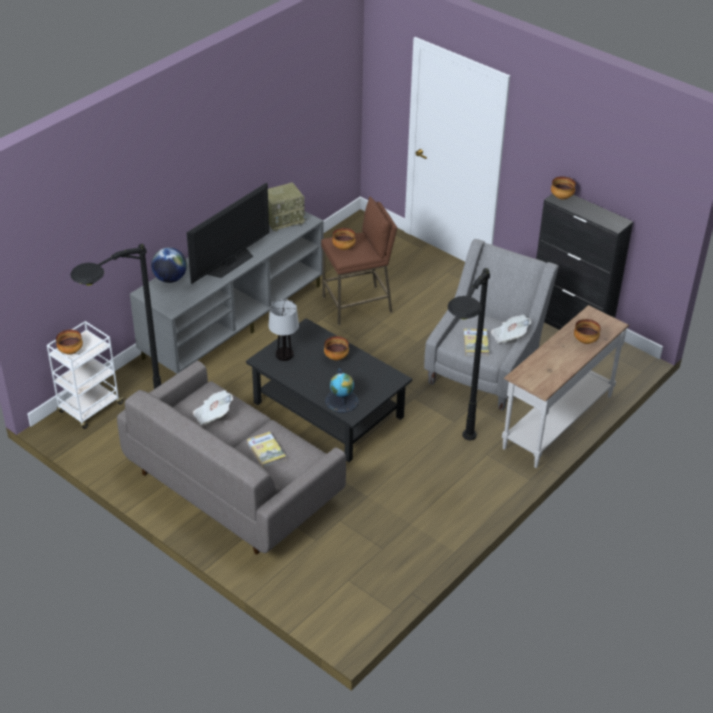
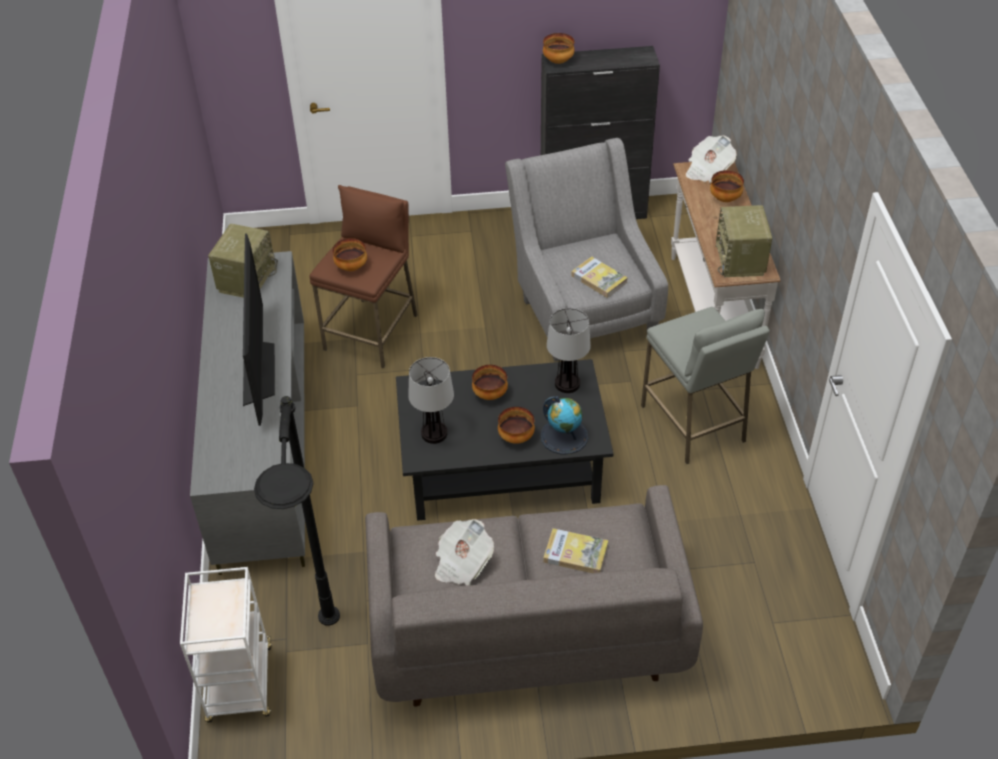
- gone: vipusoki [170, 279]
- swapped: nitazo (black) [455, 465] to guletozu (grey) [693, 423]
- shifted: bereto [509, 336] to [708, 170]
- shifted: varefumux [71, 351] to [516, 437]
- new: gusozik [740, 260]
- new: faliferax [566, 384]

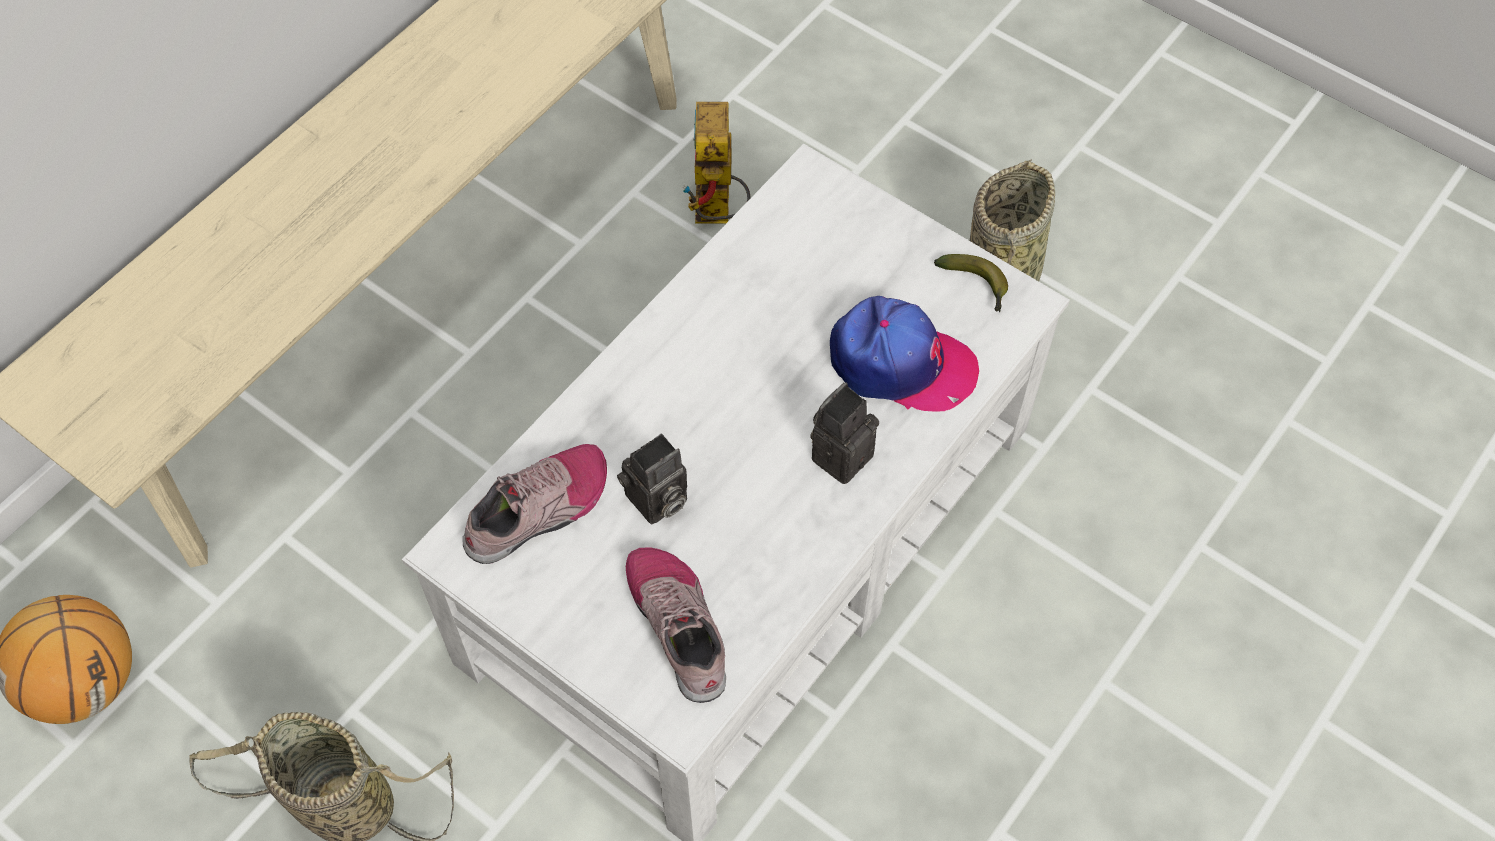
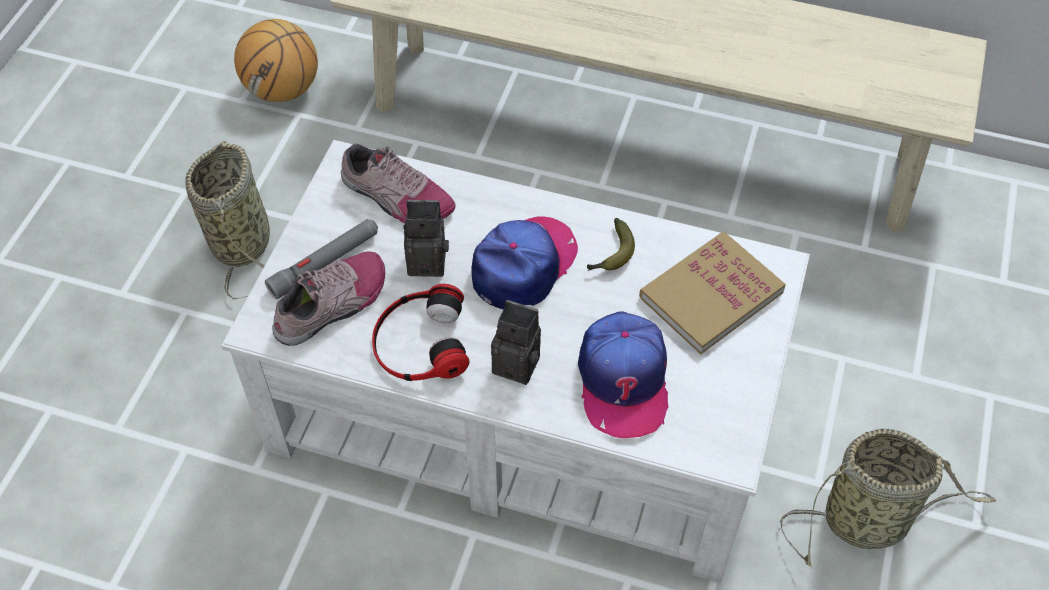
- gone: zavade [718, 214]
- shifted: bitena [976, 286] to [611, 254]
- rotated: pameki [656, 502] = [429, 260] 150 degrees clockwise
- new: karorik [524, 265]
- new: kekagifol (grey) [325, 263]
- new: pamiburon [711, 295]
- new: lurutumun [420, 342]

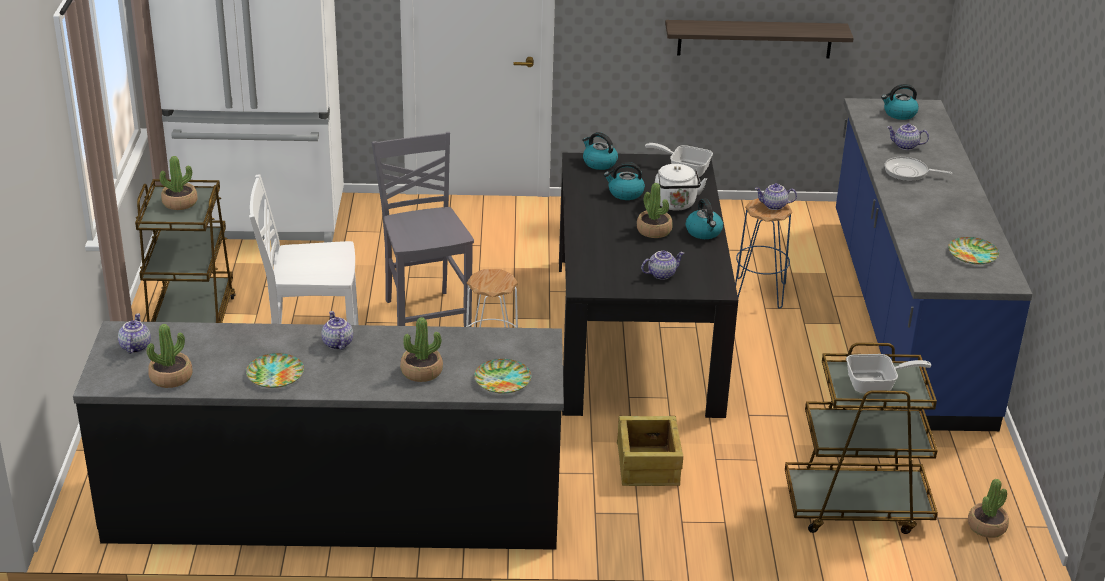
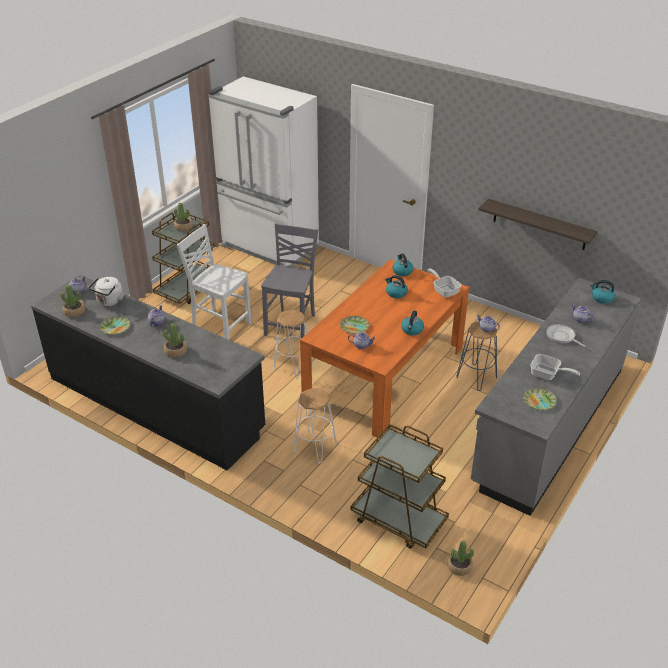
- repainted: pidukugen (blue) [906, 316] to pidukugen (grey) [549, 424]
- repainted: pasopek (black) [636, 333] to pasopek (orange) [385, 374]
- shifted: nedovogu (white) [676, 204] to [109, 302]
- gone: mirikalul [654, 230]
- shifted: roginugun [876, 385] to [548, 375]
- shifted: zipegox [502, 380] to [354, 326]
- swapped: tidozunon [647, 465] to guletozu (white) [314, 447]

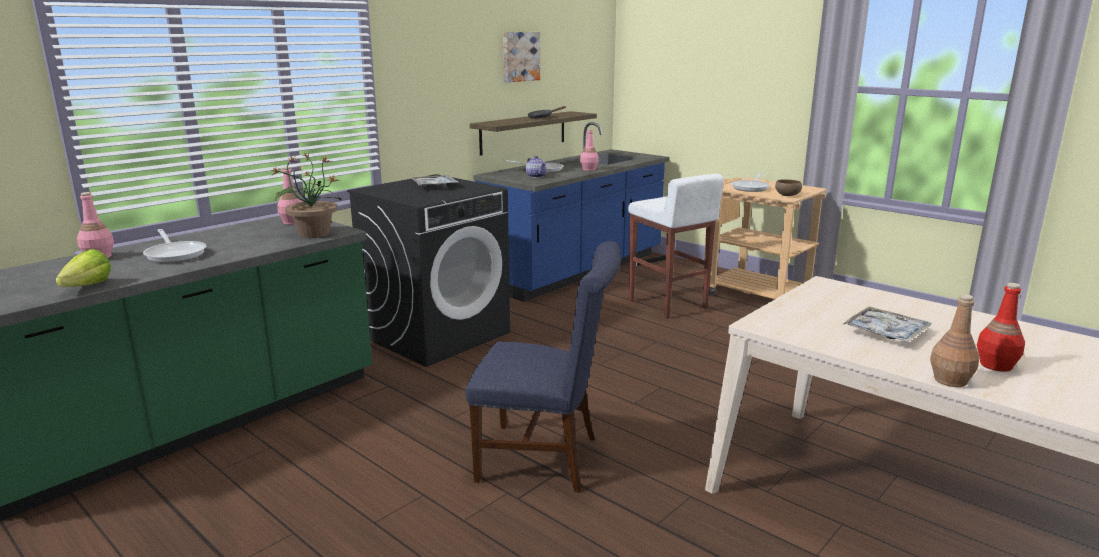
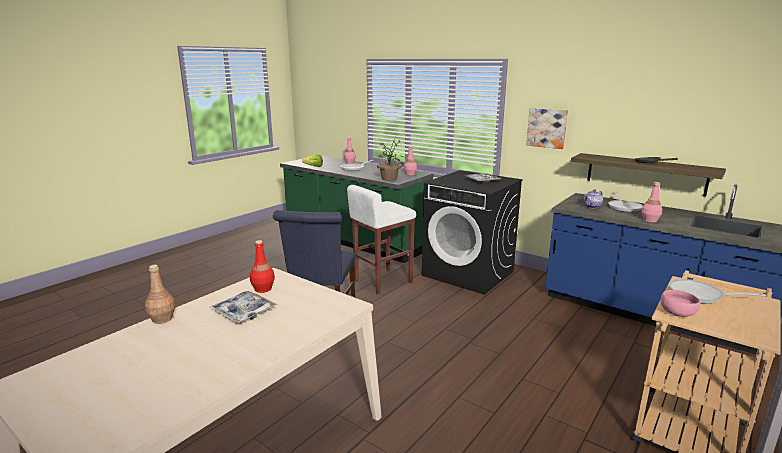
- shifted: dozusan [520, 56] to [547, 128]
- shifted: guletozu (white) [667, 305] to [382, 281]
- repainted: varefumux (brown) [787, 195] to varefumux (pink) [677, 313]
- shifted: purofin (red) [996, 365] to [263, 289]

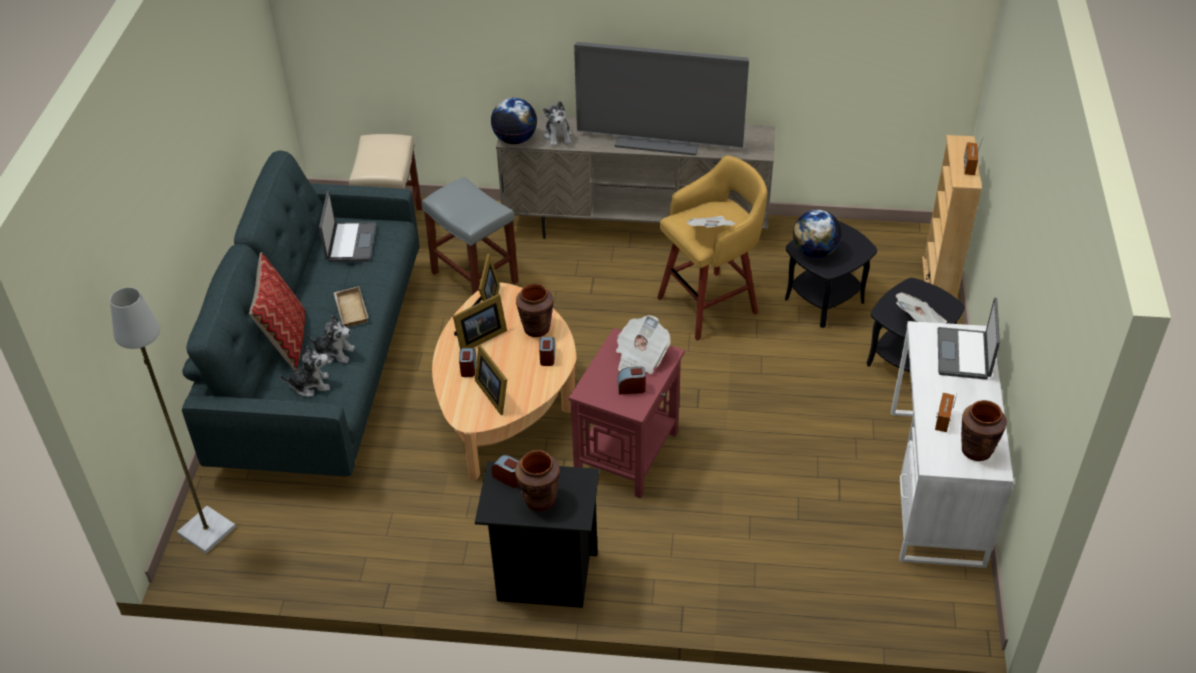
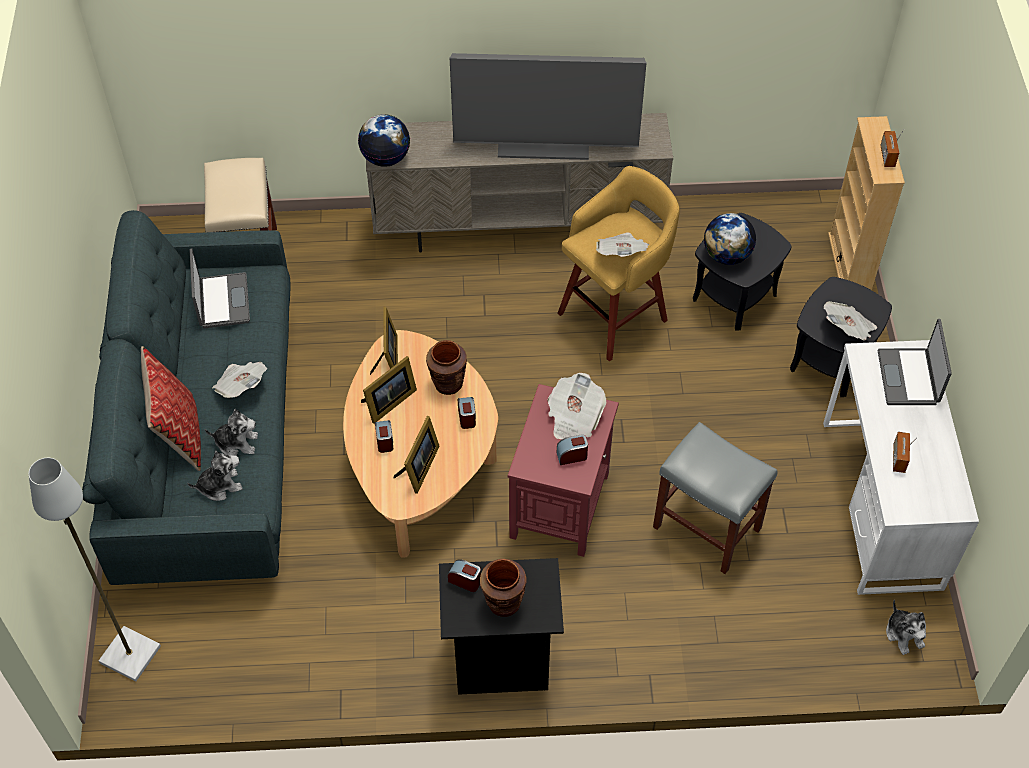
- shifted: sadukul [558, 136] to [904, 634]
- shifted: guletozu (grey) [473, 277] to [705, 527]
- swapped: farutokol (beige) [350, 310] to bereto [241, 386]
- rotated: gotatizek [494, 393] = [419, 468] 120 degrees counterclockwise
- gone: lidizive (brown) [976, 450]

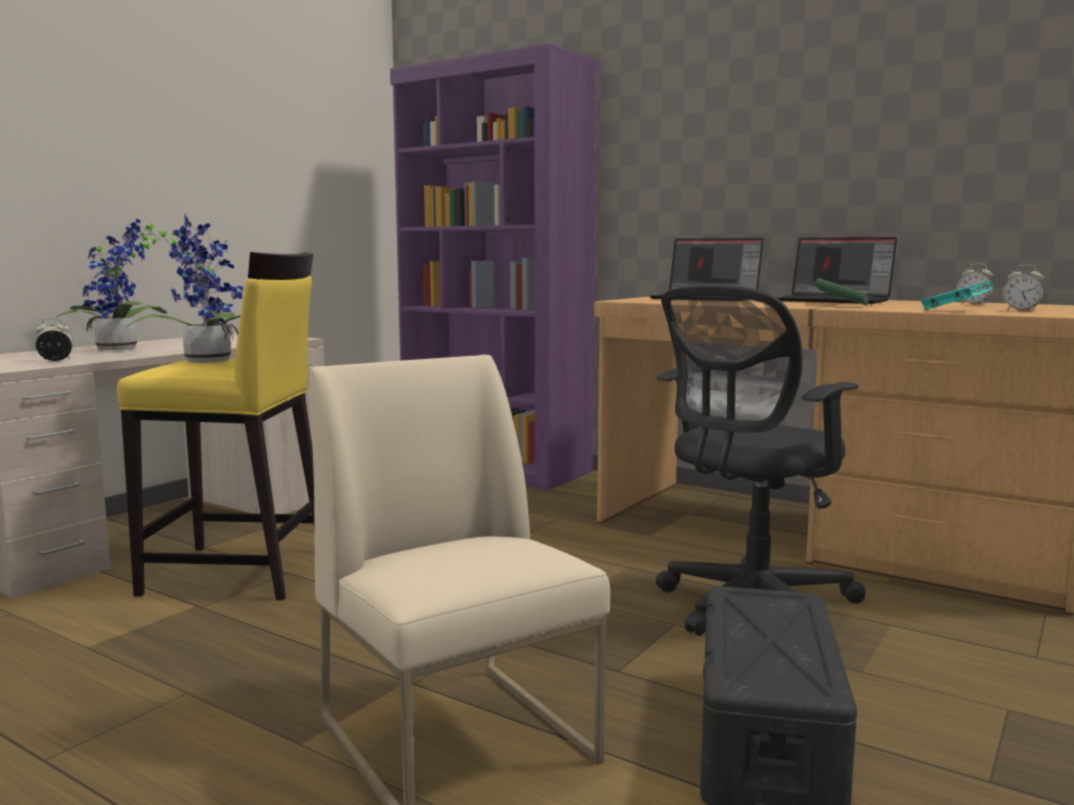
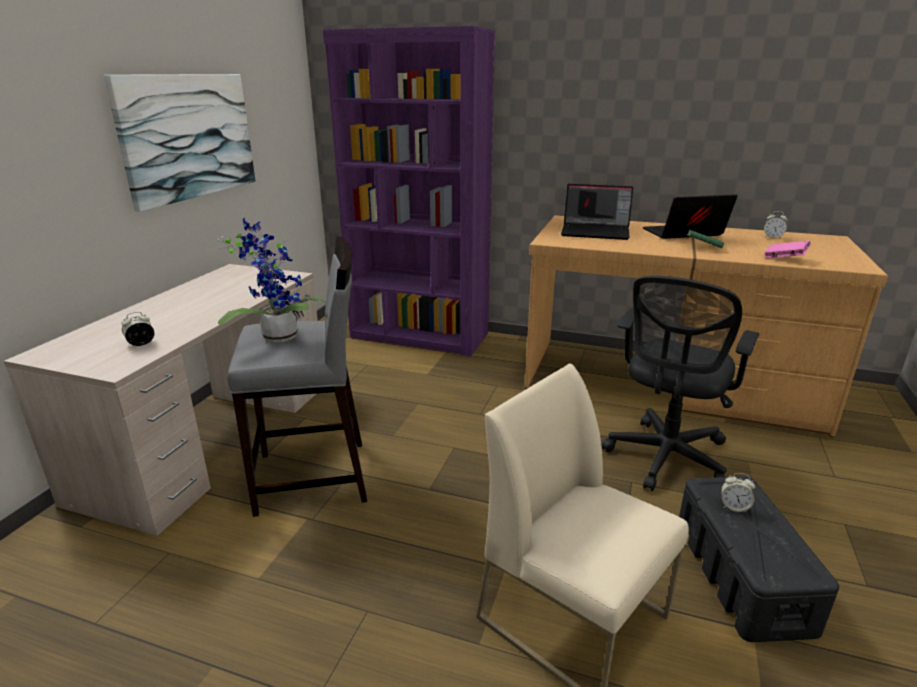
- gone: mirikalul [121, 349]
- rotated: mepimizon [835, 301] = [683, 234] 150 degrees clockwise
- repainted: guletozu (yellow) [239, 572] to guletozu (grey) [314, 477]
- shifted: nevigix [1021, 310] to [734, 507]
- repainted: pamiburon (turquoise) [955, 310] to pamiburon (pink) [784, 259]
- new: dozusan [188, 136]

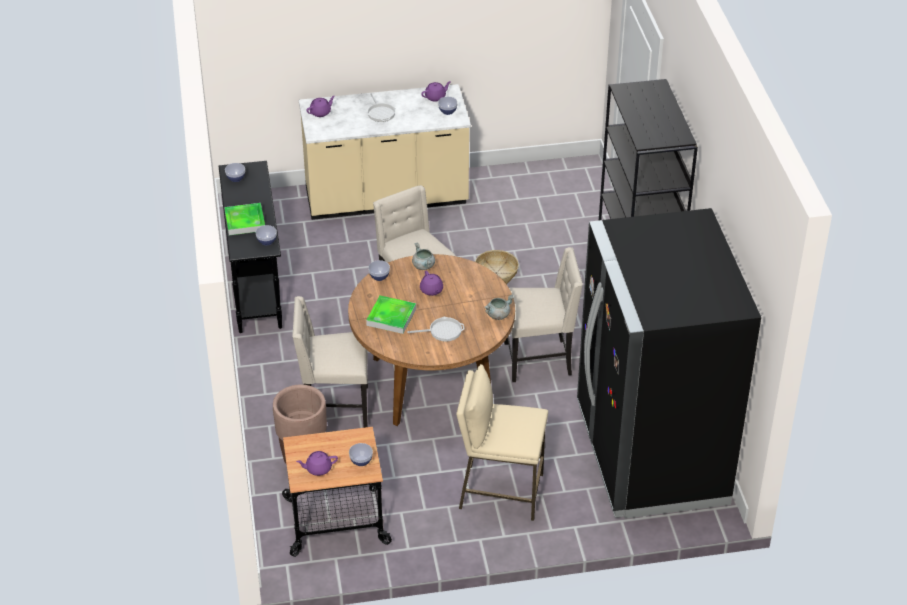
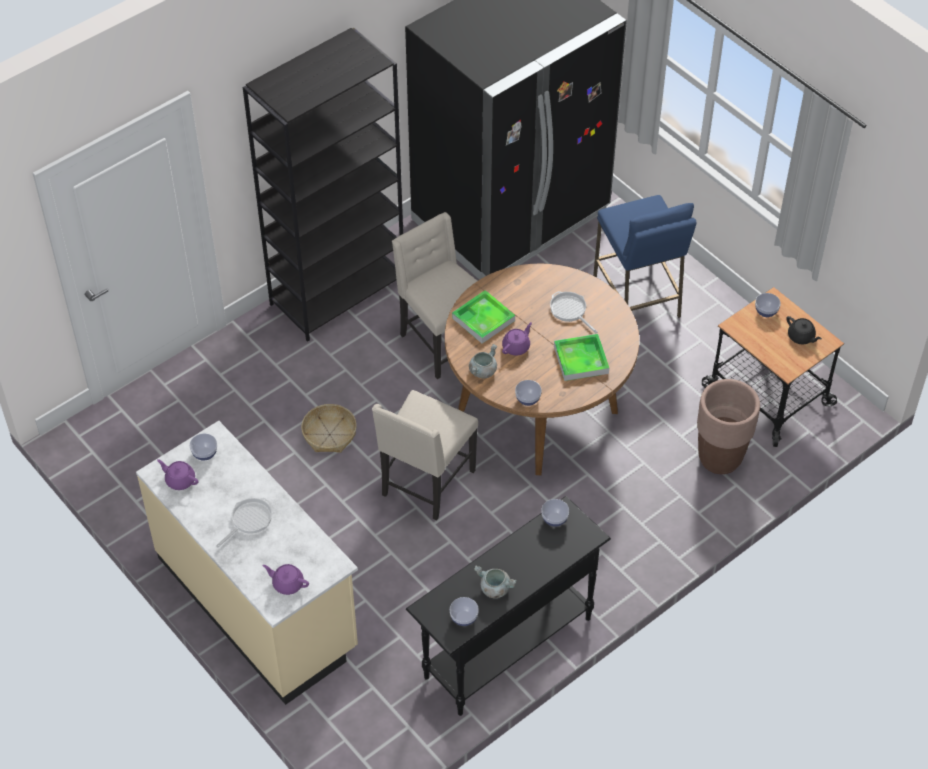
- shifted: farutokol [245, 221] to [483, 319]
- shifted: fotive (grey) [498, 314] to [494, 588]
- gone: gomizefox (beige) [334, 408]
- repainted: guletozu (beige) [500, 492] to guletozu (blue) [637, 297]
- repainted: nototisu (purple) [318, 469] to nototisu (black) [801, 337]

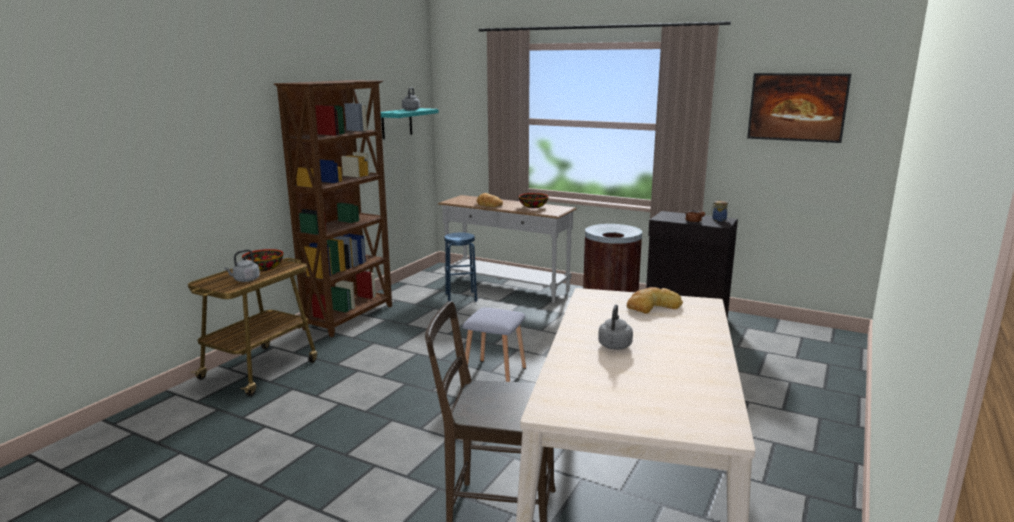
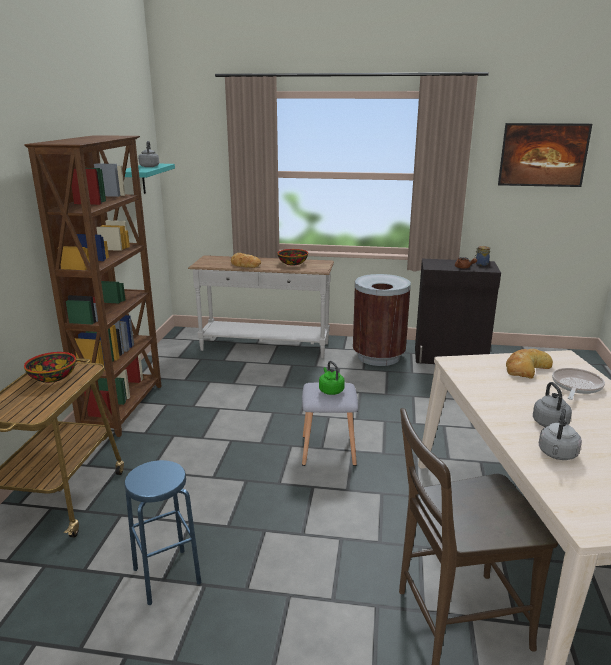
- shifted: guletozu (blue) [461, 297] to [166, 576]
- shifted: nedovogu (grey) [245, 280] to [557, 454]
- new: nedovogu (green) [330, 390]
- new: roginugun [575, 386]

